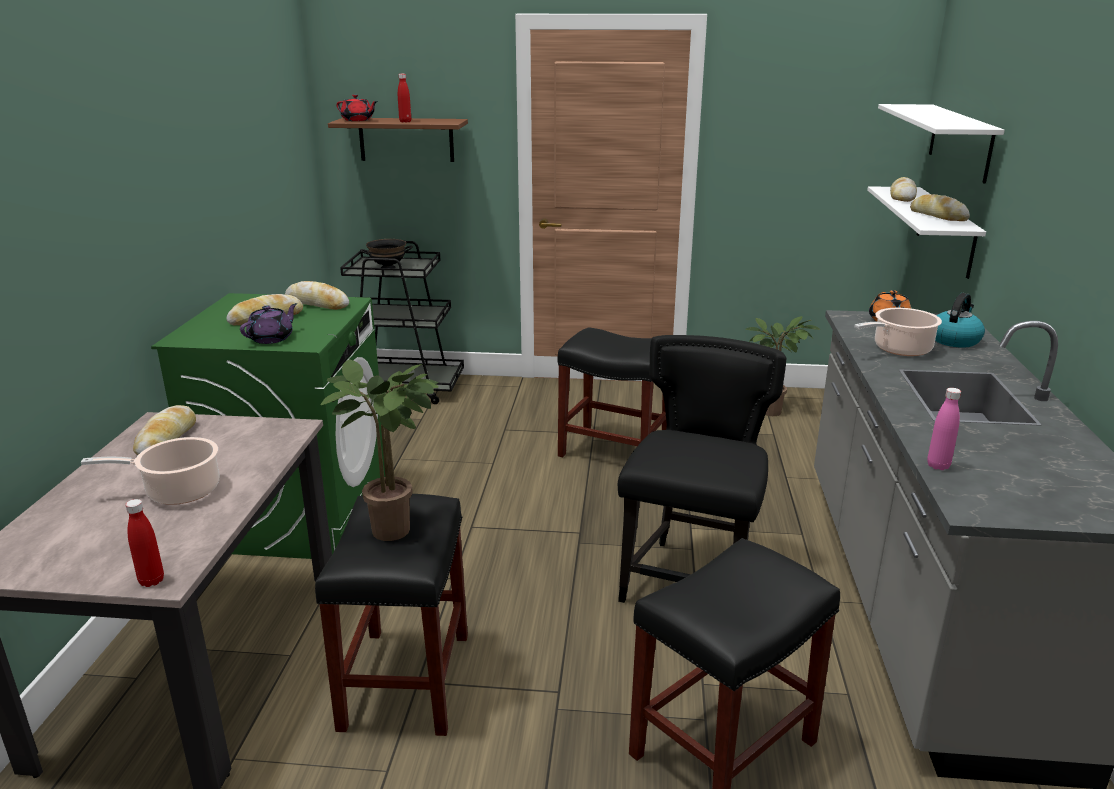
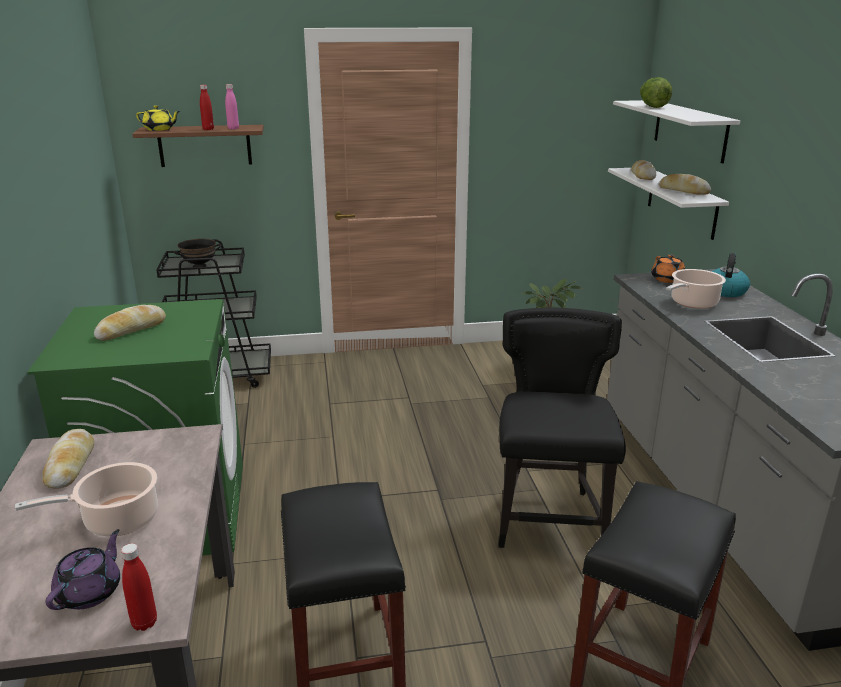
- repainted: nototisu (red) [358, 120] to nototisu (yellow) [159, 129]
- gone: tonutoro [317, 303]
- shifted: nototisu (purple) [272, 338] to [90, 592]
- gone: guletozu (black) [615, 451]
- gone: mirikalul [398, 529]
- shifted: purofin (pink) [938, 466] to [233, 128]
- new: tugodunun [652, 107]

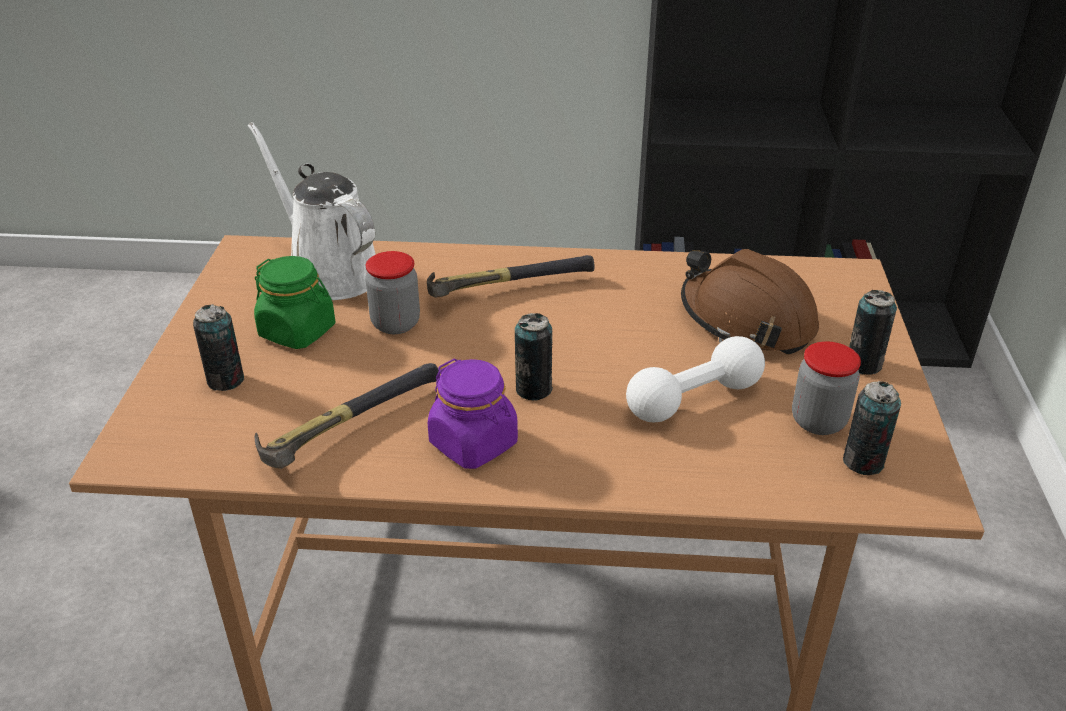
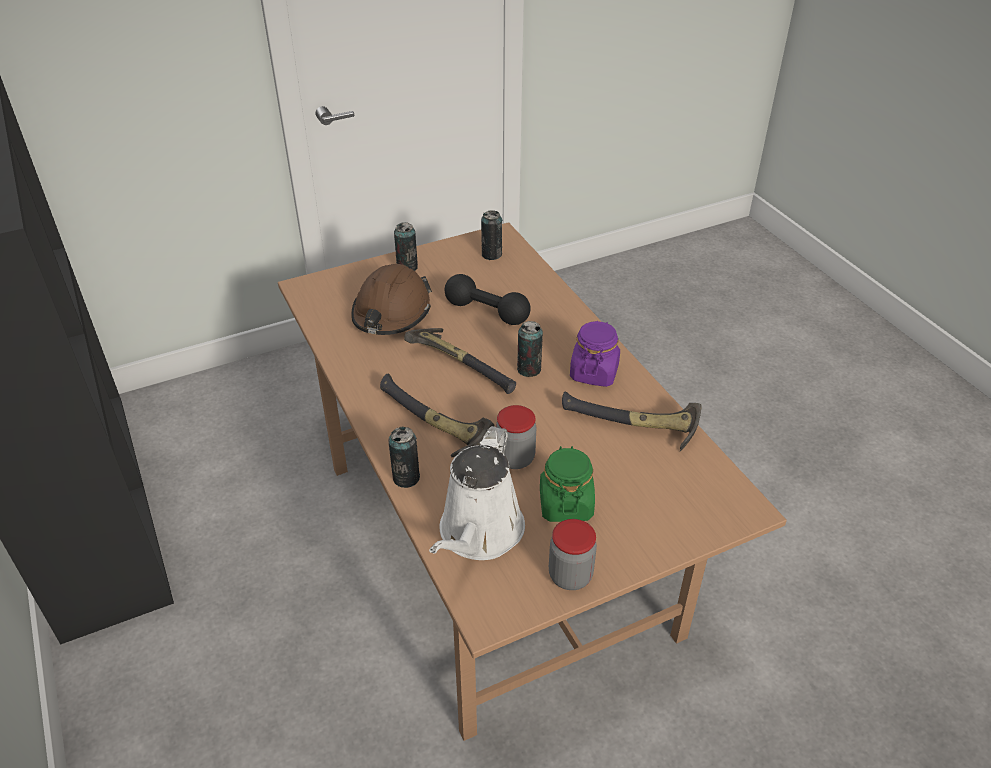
- shifted: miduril [225, 380] to [406, 478]
- repainted: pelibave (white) [694, 399] to pelibave (black) [487, 312]
- shifted: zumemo [818, 421] to [570, 576]
- new: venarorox [463, 365]

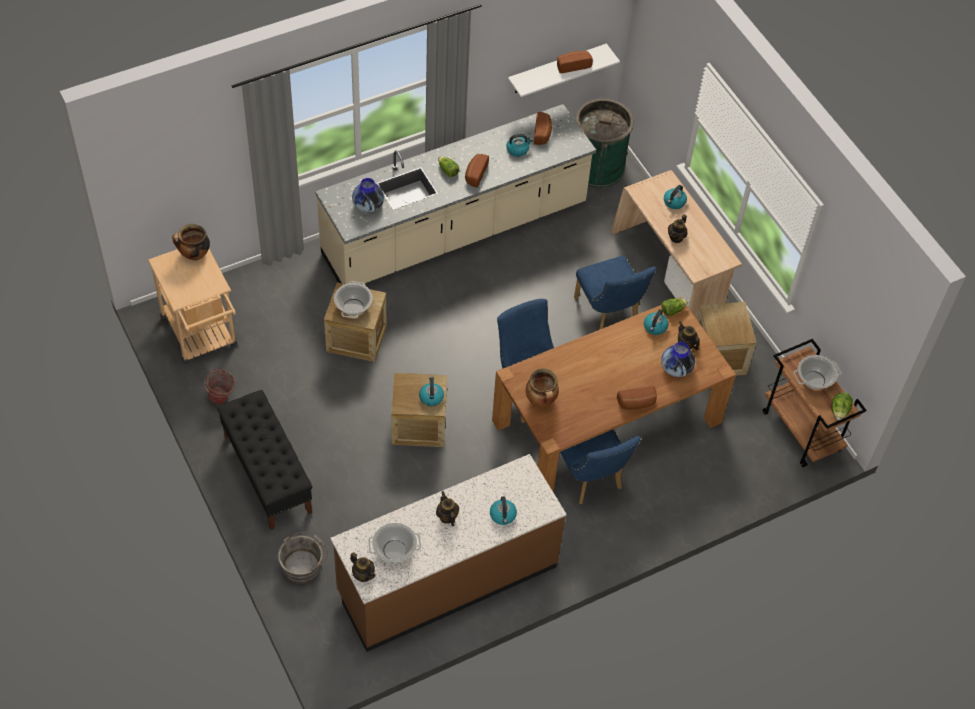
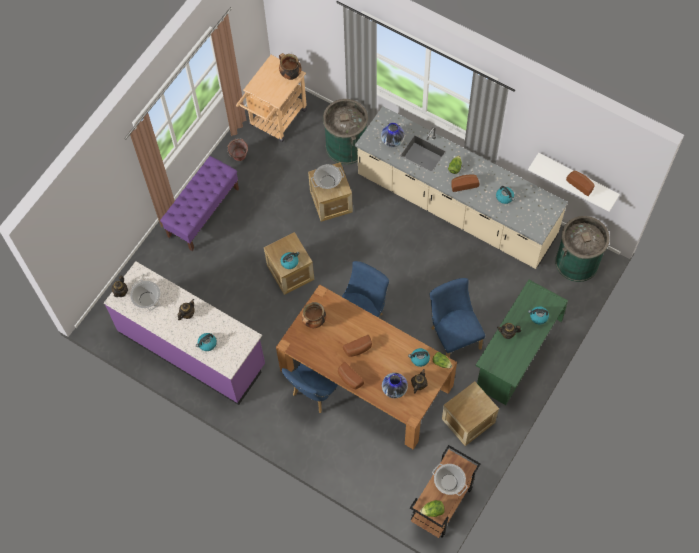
- shifted: tonutoro [542, 133] to [358, 349]
- repainted: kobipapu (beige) [668, 272] to kobipapu (green) [517, 353]
- rotated: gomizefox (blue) [608, 315] = [453, 335] 120 degrees clockwise
- repainted: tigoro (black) [267, 473] to tigoro (purple) [203, 212]
- repainted: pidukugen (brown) [446, 579] to pidukugen (purple) [192, 348]
- gone: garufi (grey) [303, 564]
- new: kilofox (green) [346, 146]

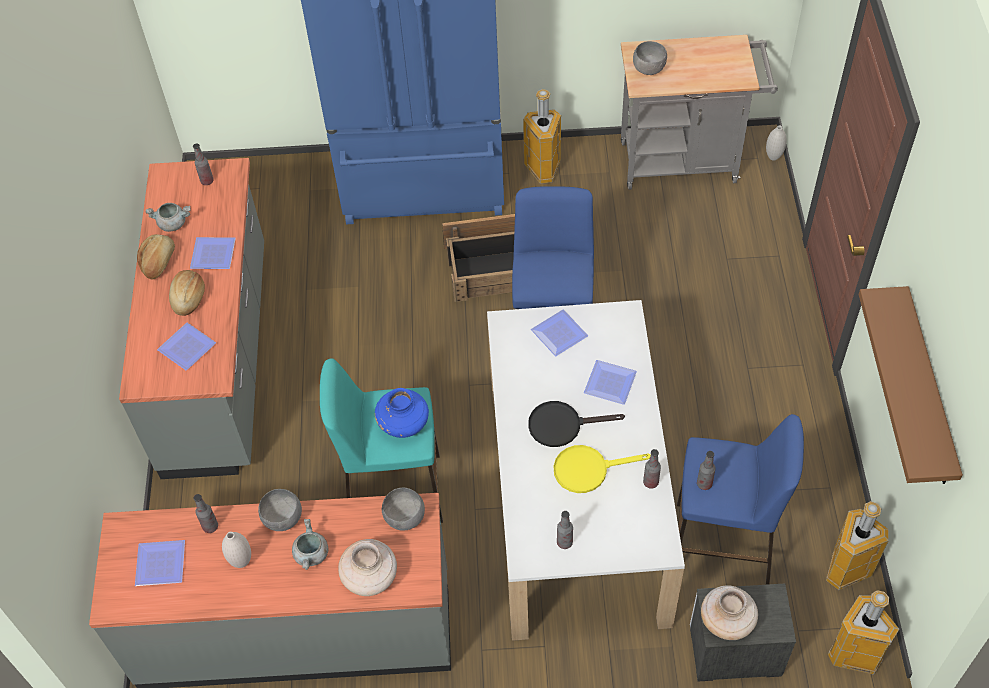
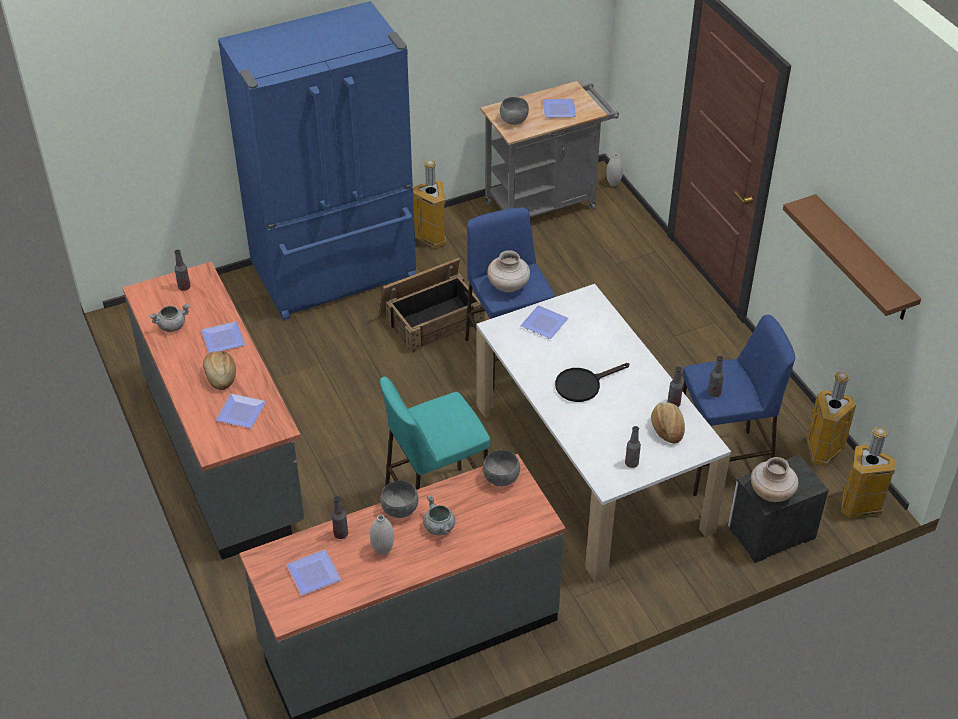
- shifted: tonutoro [159, 262] to [667, 428]
- shifted: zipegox [608, 384] to [558, 110]
- gone: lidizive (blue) [404, 424]
- gone: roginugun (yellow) [588, 469]
- shifted: lidizive (beige) [370, 578] to [508, 286]

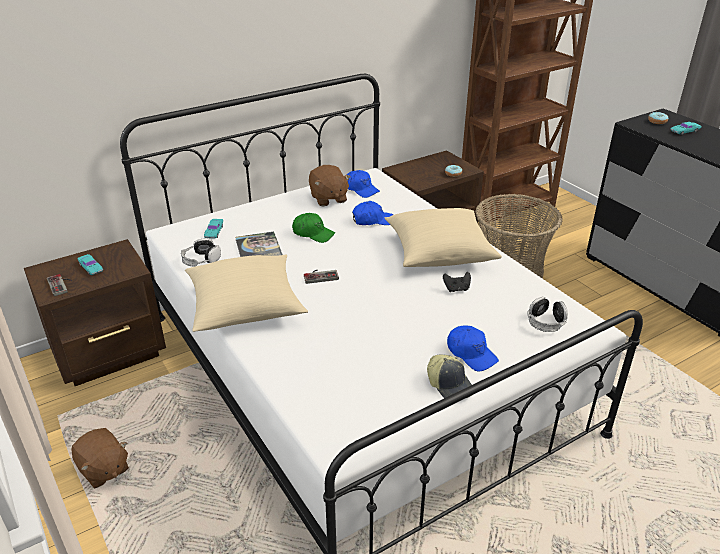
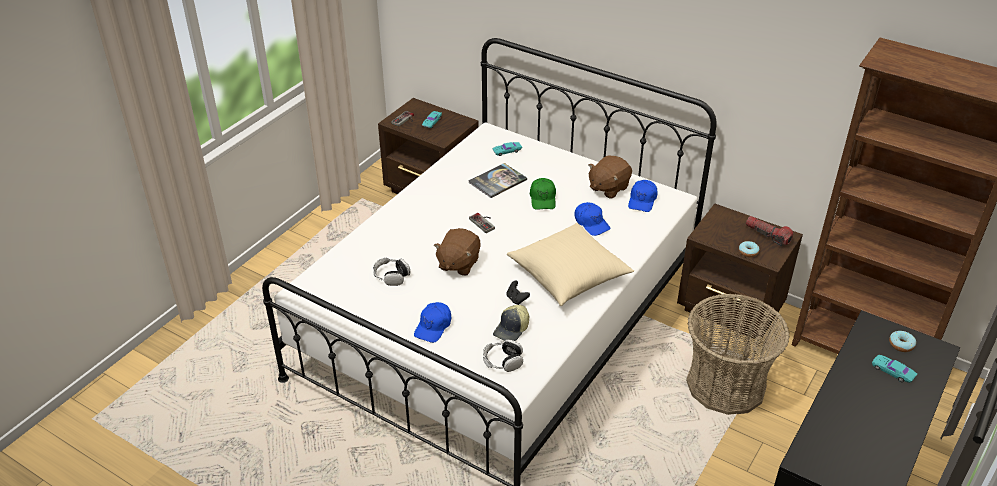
- shifted: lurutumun [201, 260] to [391, 276]
- gone: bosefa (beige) [245, 306]
- shifted: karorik [450, 385] to [512, 329]
- shifted: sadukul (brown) [103, 470] to [458, 264]
- new: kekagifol [767, 235]

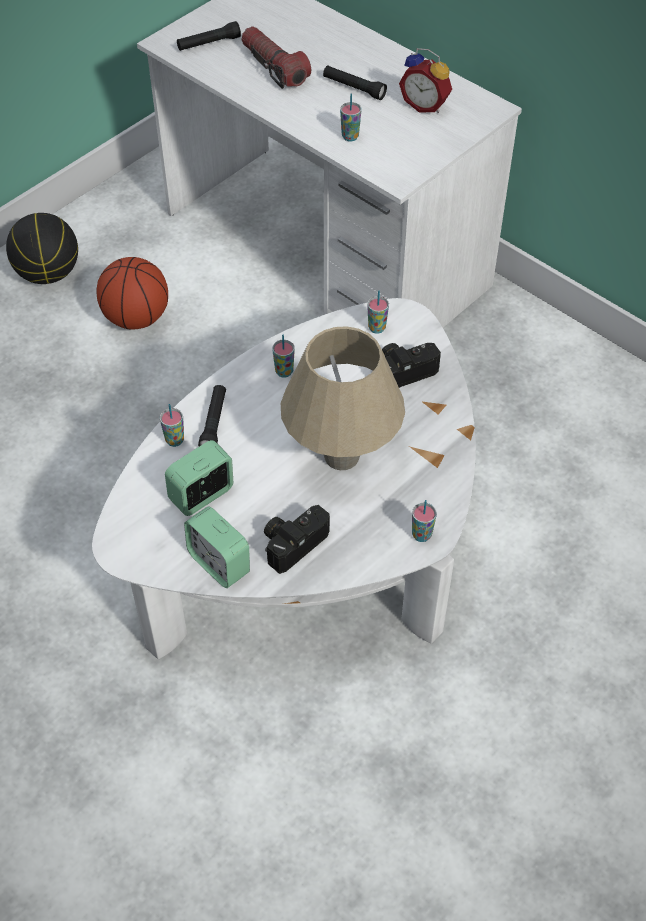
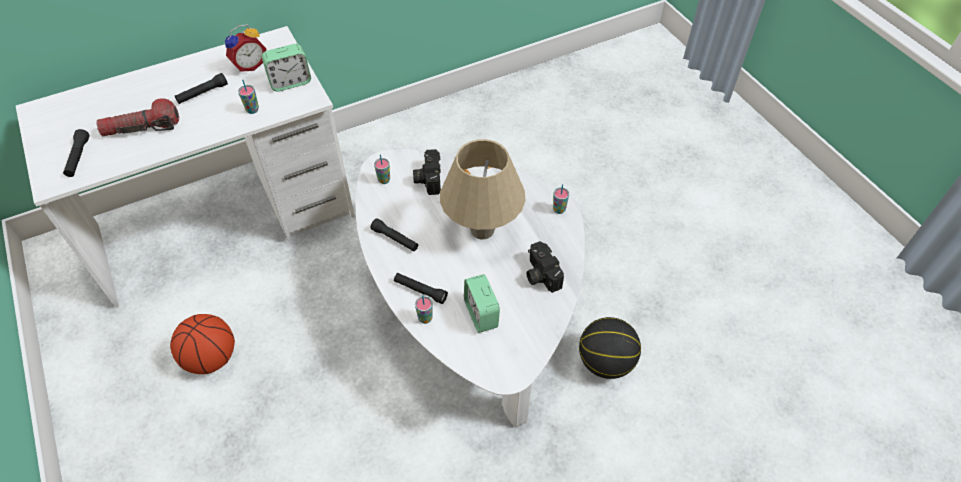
- shifted: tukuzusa [49, 273] to [605, 362]
- swapped: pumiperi [284, 372] to kekagifol (black) [395, 239]
- shifted: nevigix [219, 563] to [290, 82]

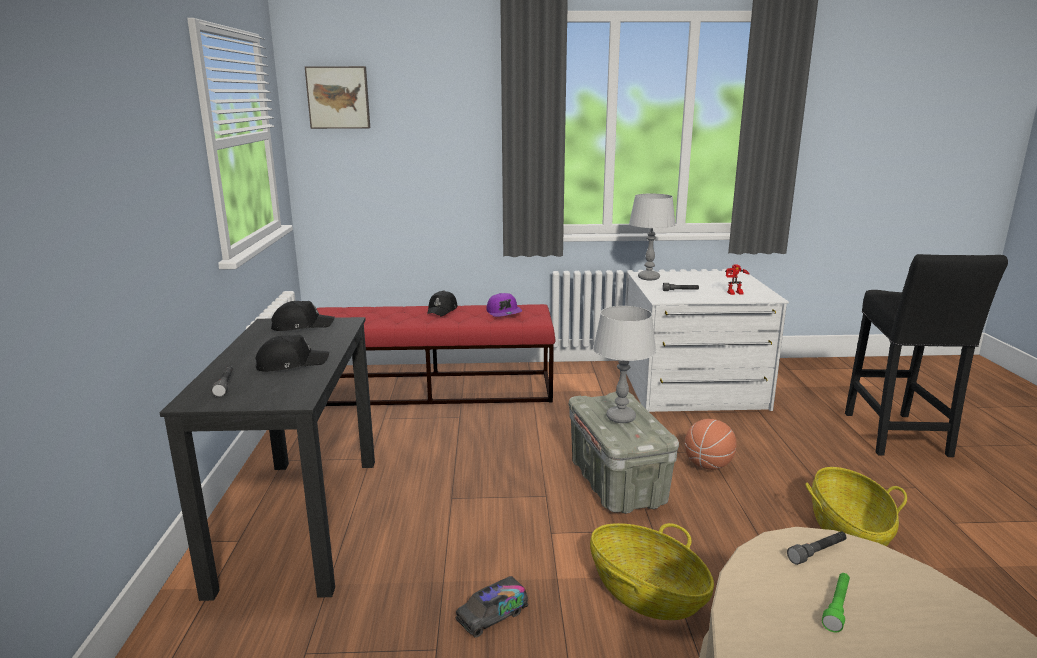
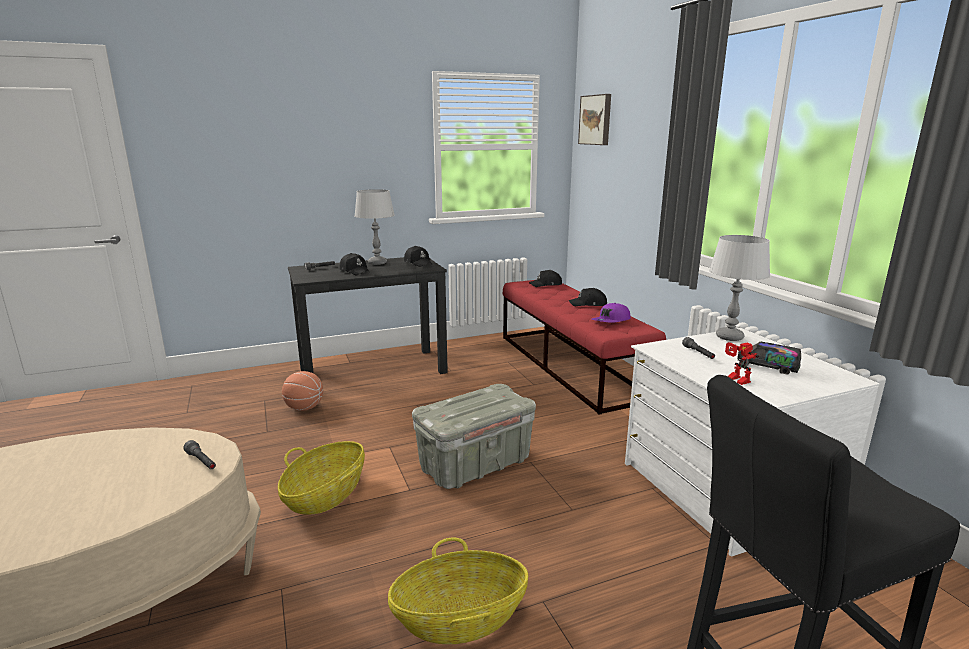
- shifted: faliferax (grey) [621, 418] to [377, 263]
- shifted: tukuzusa [708, 465] to [304, 408]
- gone: kekagifol (green) [837, 607]
- shifted: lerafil [492, 616] to [767, 366]
- new: karorik (black) [546, 284]

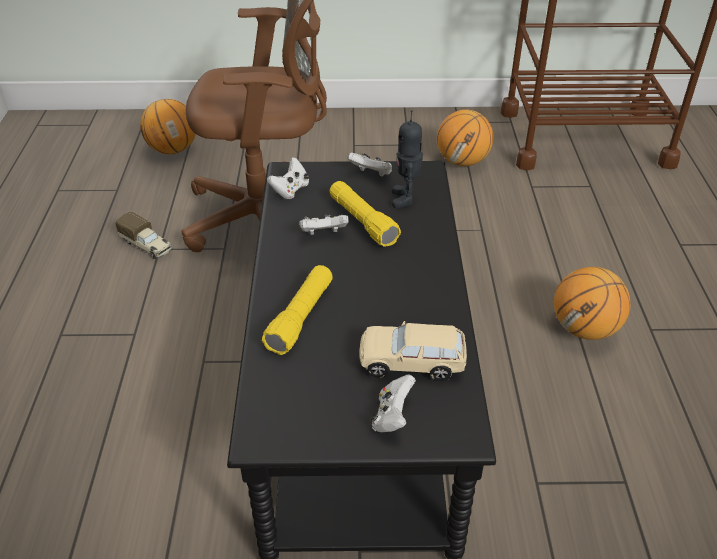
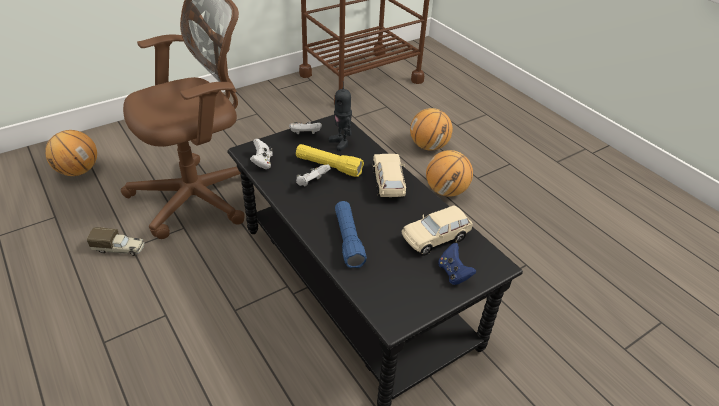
- shifted: tukuzusa [462, 161] to [429, 146]
- repainted: kekagifol (yellow) [301, 317] to kekagifol (blue) [348, 240]
- repainted: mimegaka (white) [392, 416] to mimegaka (blue) [453, 273]
- new: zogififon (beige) [388, 183]

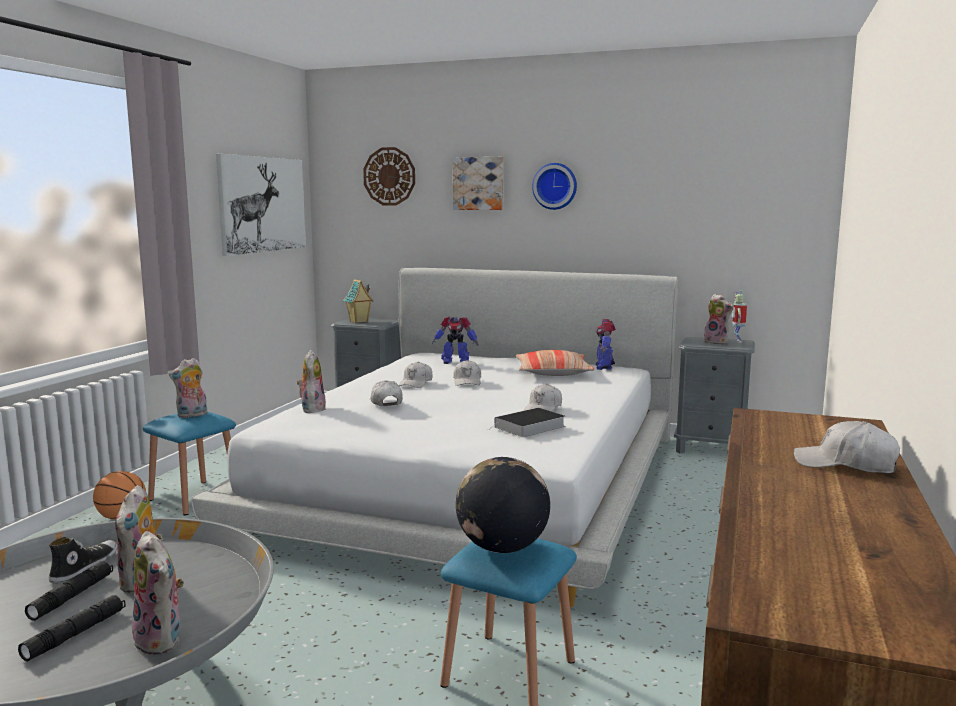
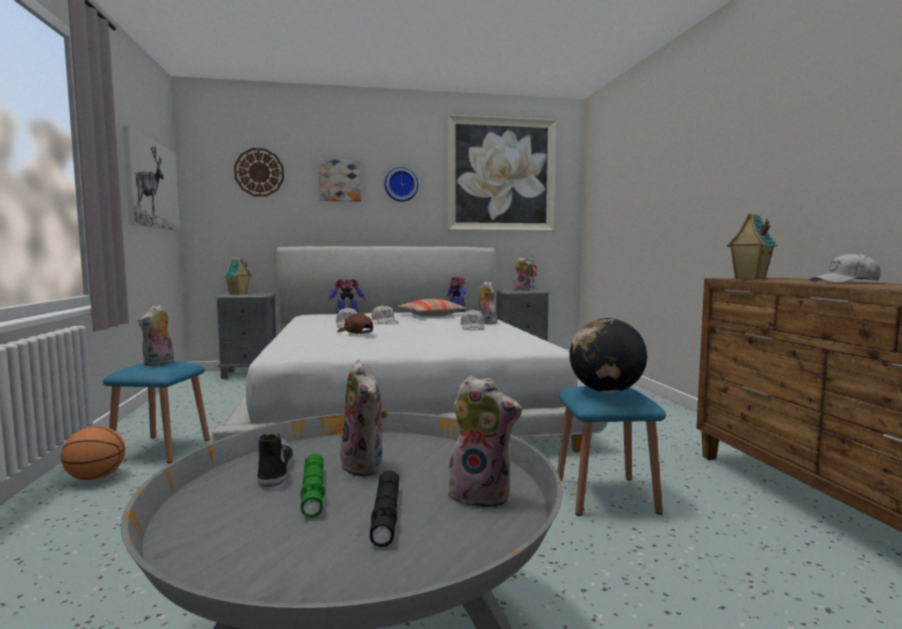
- shifted: sadukul [312, 409] to [486, 323]
- repainted: karorik (white) [385, 402] to karorik (brown) [355, 332]
- gone: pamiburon [528, 427]
- repainted: kekagifol (black) [72, 596] to kekagifol (green) [313, 492]
- new: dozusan [501, 175]
- new: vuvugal [749, 278]

